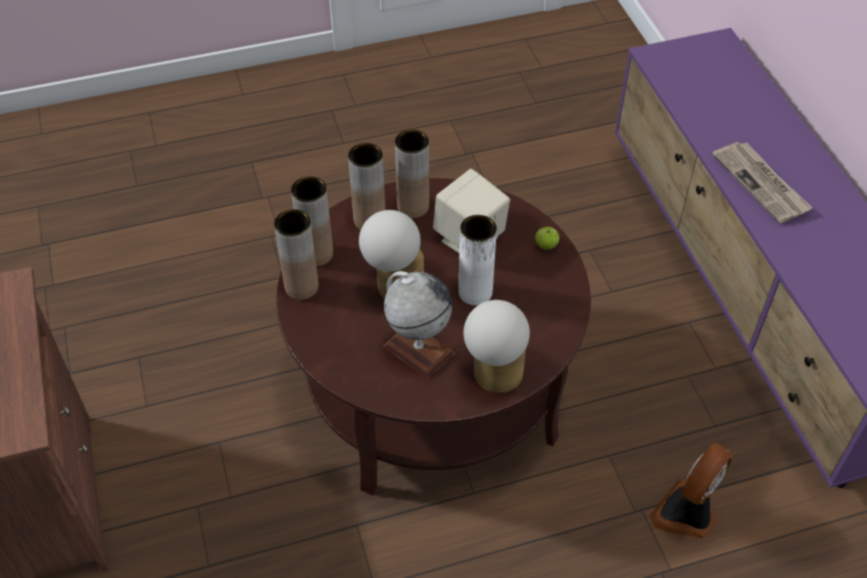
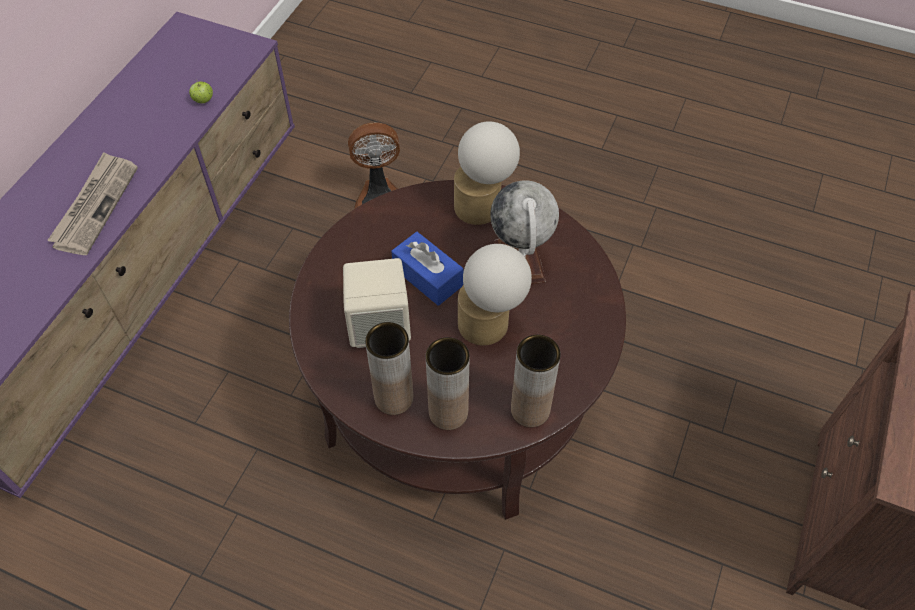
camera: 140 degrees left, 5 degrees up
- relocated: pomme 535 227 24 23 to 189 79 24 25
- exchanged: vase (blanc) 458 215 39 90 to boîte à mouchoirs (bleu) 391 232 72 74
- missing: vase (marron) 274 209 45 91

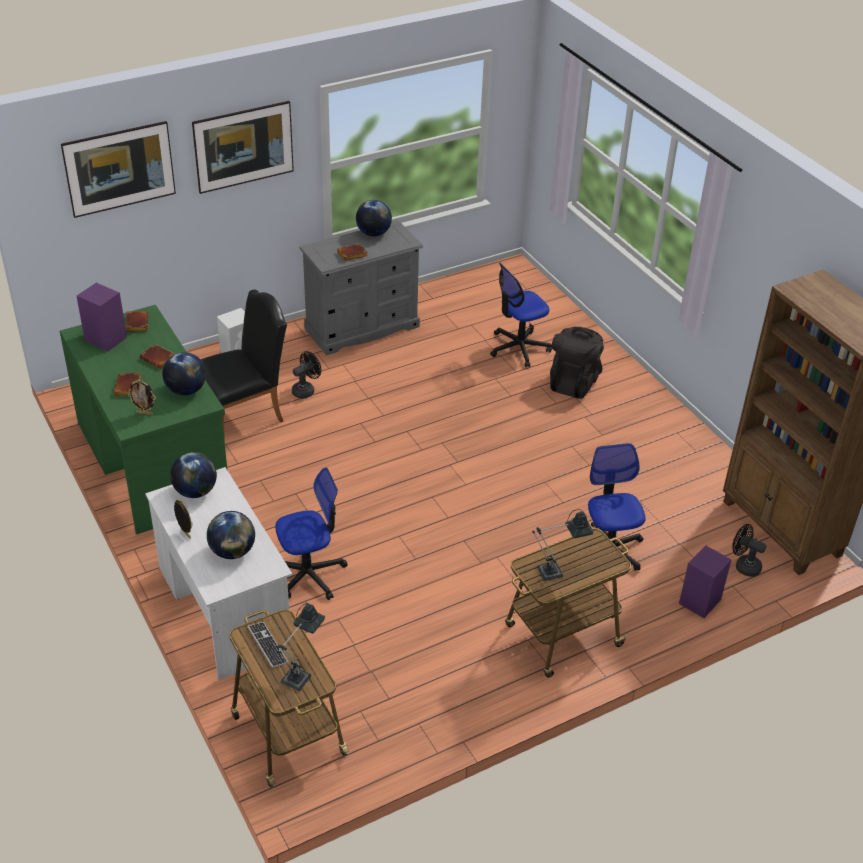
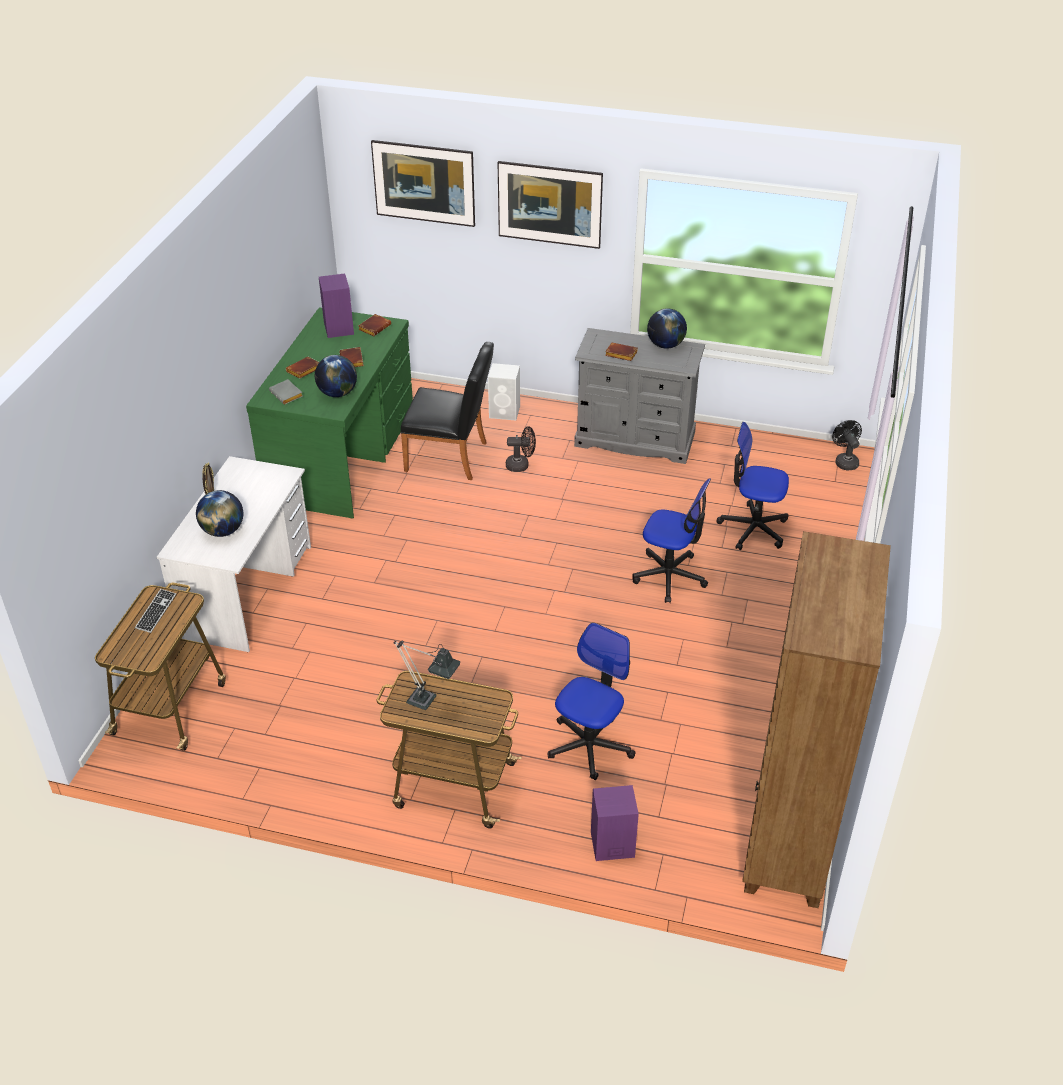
camera: 45 degrees right, 0 degrees up
- exchanged: cadre photo 128 380 28 35 to livre (gris) 269 379 34 26
- relocated: chaise de bureau 275 467 73 133 to 632 478 79 125
- relocated: ventilateur (noir) 733 524 33 53 to 832 420 30 51
- missing: globe 170 452 47 46
- missing: lampe de table 277 603 48 88
- missing: sac à dos (noir) 550 327 54 72

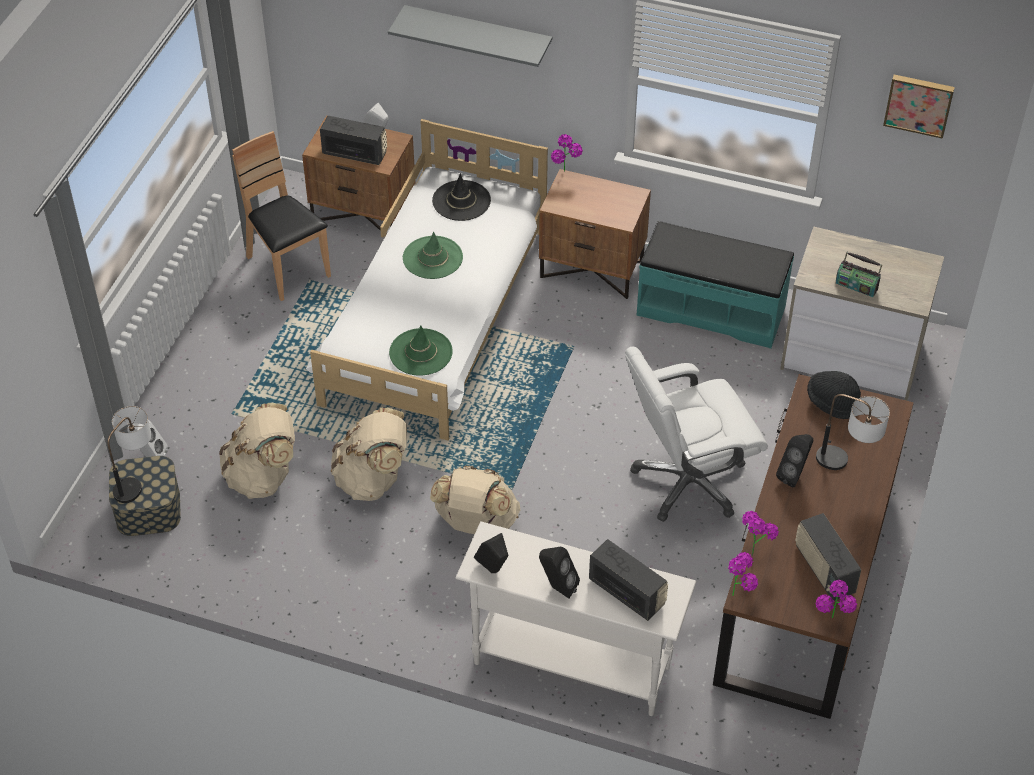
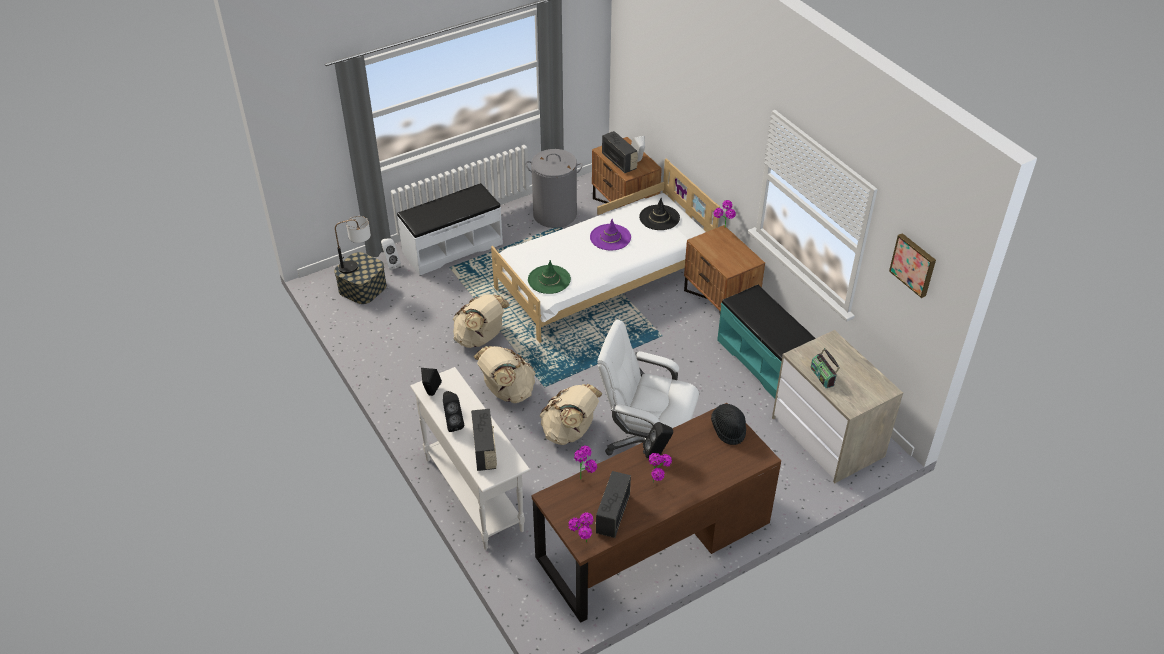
camera: 40 degrees right, 5 degrees down
- appeared: banc (blanc) 397 183 106 92
- exchanged: chaise (marron) 232 131 99 170 to panier à linge (gris) 526 149 57 79
- relocated: sac à dos (beige) 219 403 76 96 to 540 384 63 61
- colour: chapeau (vert) 403 231 60 48 to chapeau (violet) 590 219 41 32
- relocated: plante en pot 728 552 30 44 to 649 453 23 30
- missing: étagère (gris) 388 5 164 62
- missing: lampe de table 816 394 74 76

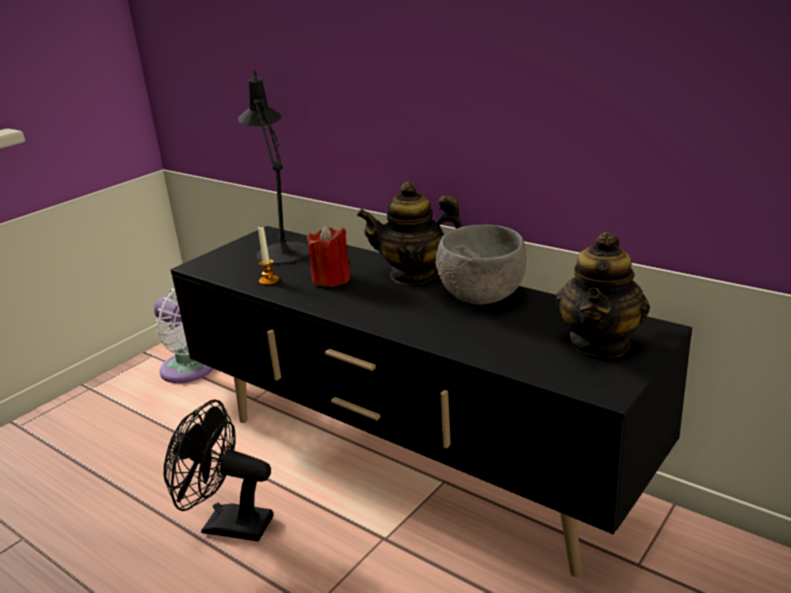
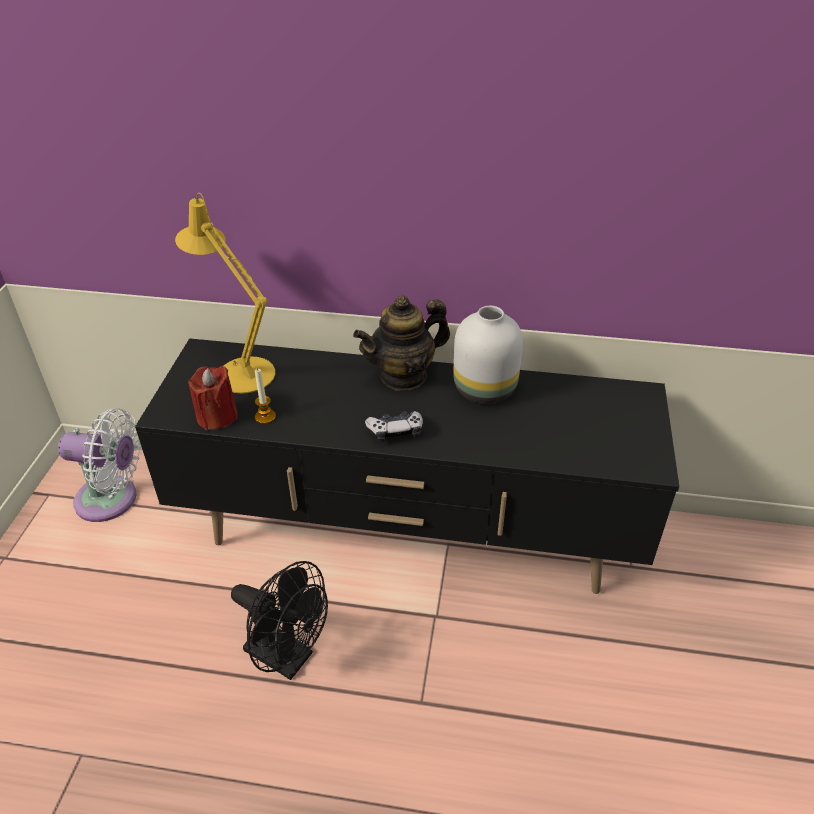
camera: 30 degrees left, 15 degrees up
- colour: lampe de table (noir) 238 69 71 195 to lampe de table (jaune) 175 193 100 201
- relocated: bougie (rouge) 307 225 44 62 to 188 366 50 64
- spun: ventilateur (noir) 164 399 109 142 = 231 561 97 119 135 degrees counterclockwise
- appeared: manette 365 411 58 32
- exchanged: bol (gris) 436 225 91 79 to vase (blanc) 453 306 70 98
- missing: théière 555 232 95 126

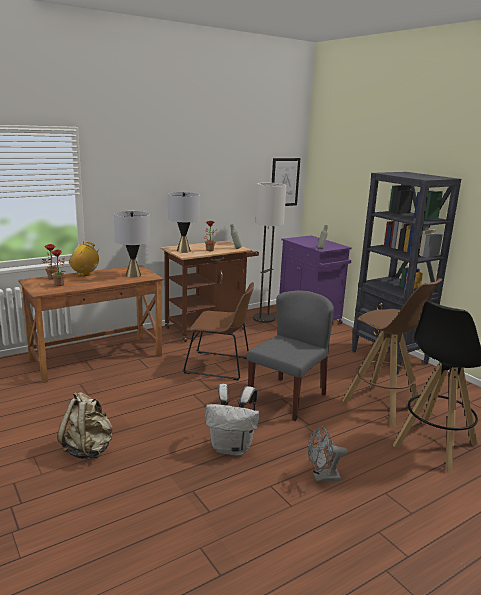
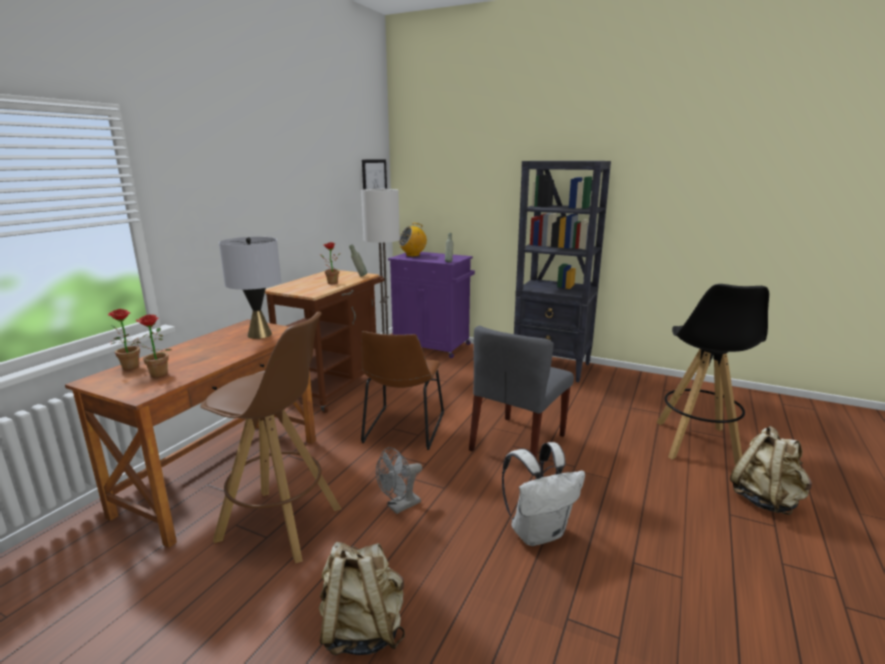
camera: 30 degrees left, 0 degrees up
- relocated: tabouret (marron) 342 278 100 149 to 200 312 141 251
- spun: chaise (marron) 183 282 71 99 = 361 331 83 119 120 degrees clockwise
- relocated: ventilateur (gris) 308 426 40 56 to 376 447 46 67
- relocated: radio 69 241 30 35 to 399 223 28 34
- spun: chaise (gris) 247 290 87 131 = 469 326 105 133 150 degrees counterclockwise
- appeared: sac à dos (beige) 730 426 82 89
- missing: lampe de table (gris) 168 192 32 61

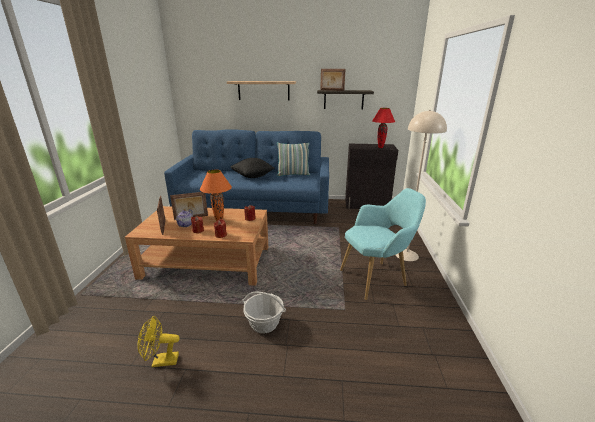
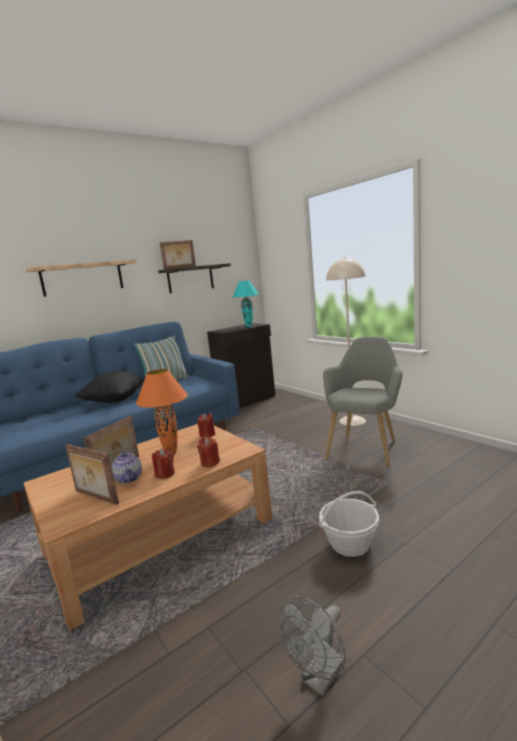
camera: 40 degrees left, 10 degrees down
- colour: lampe de table (rouge) 372 108 23 40 to lampe de table (turquoise) 233 280 26 47
- colour: ventilateur (jaune) 137 316 42 51 to ventilateur (gris) 279 596 66 100
- colour: fauteuil (turquoise) 340 188 86 112 to fauteuil (gris) 323 337 80 130

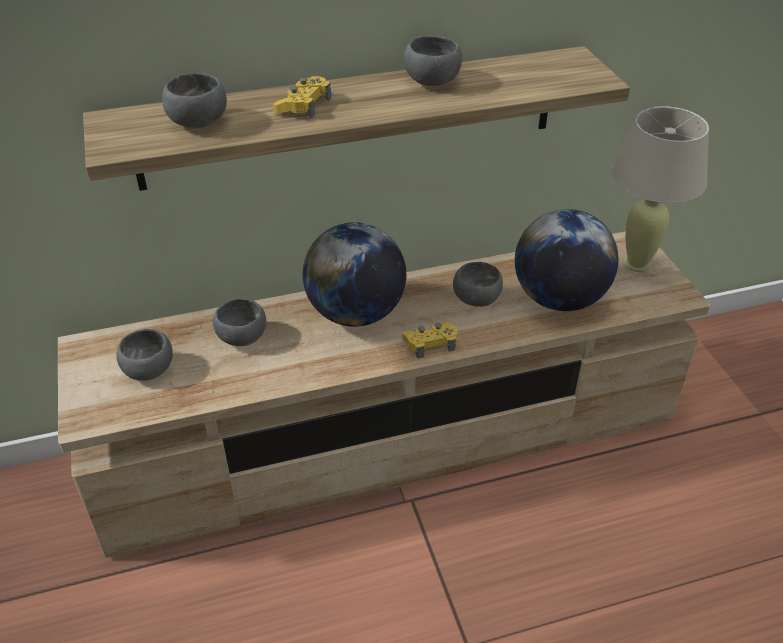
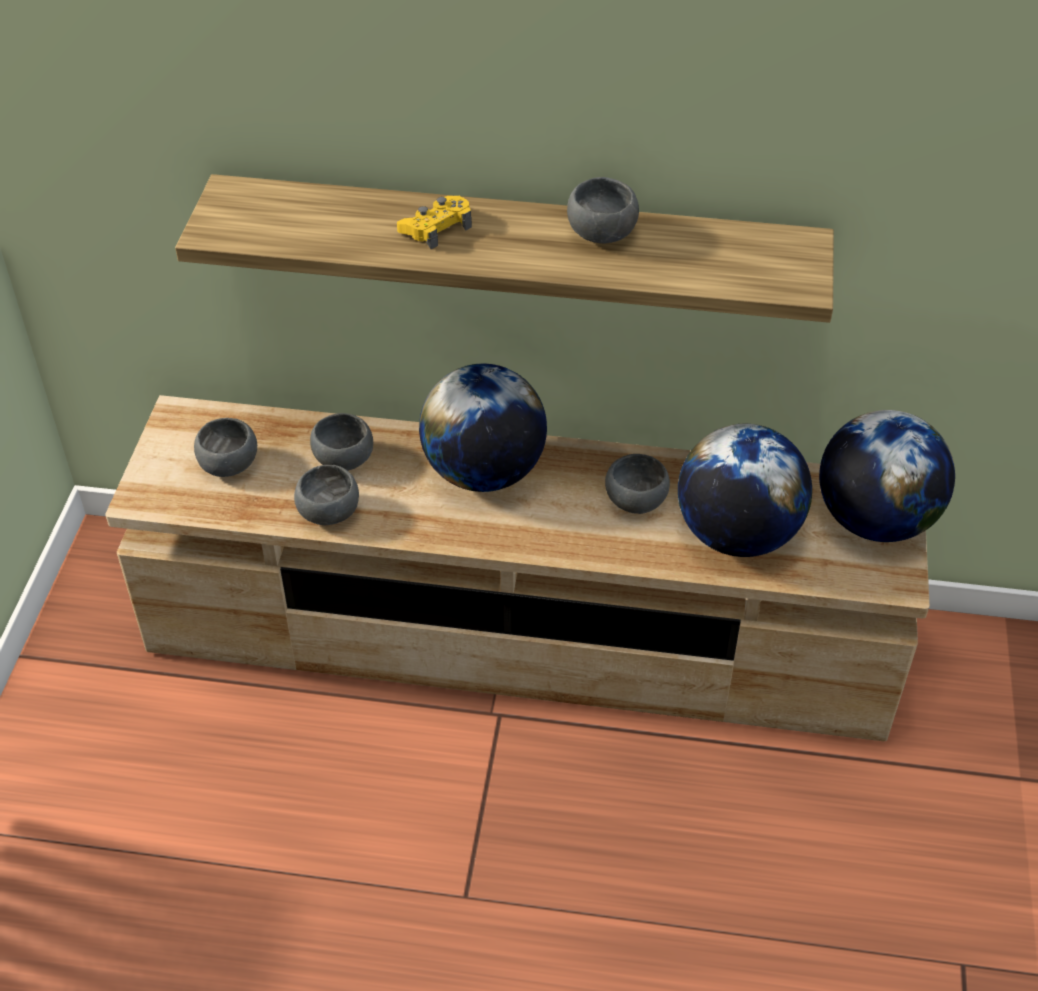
camera: 25 degrees right, 5 degrees up
- relocated: bol (gris) 162 73 65 55 to 294 465 65 60
- exchanged: lampe de table (beige) 611 106 98 166 to globe 819 410 136 132
- missing: manette (jaune) 403 322 54 37

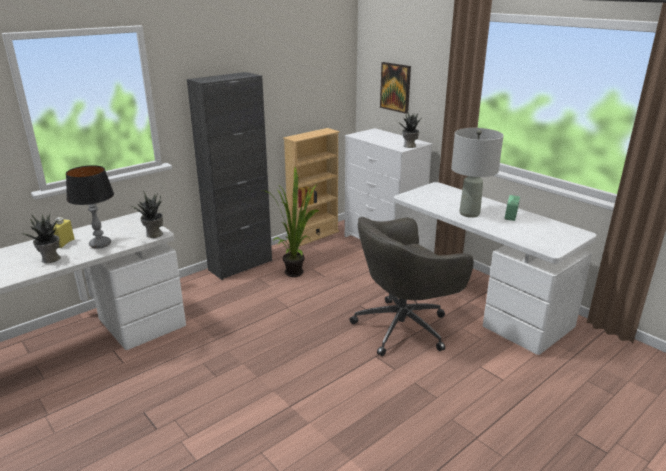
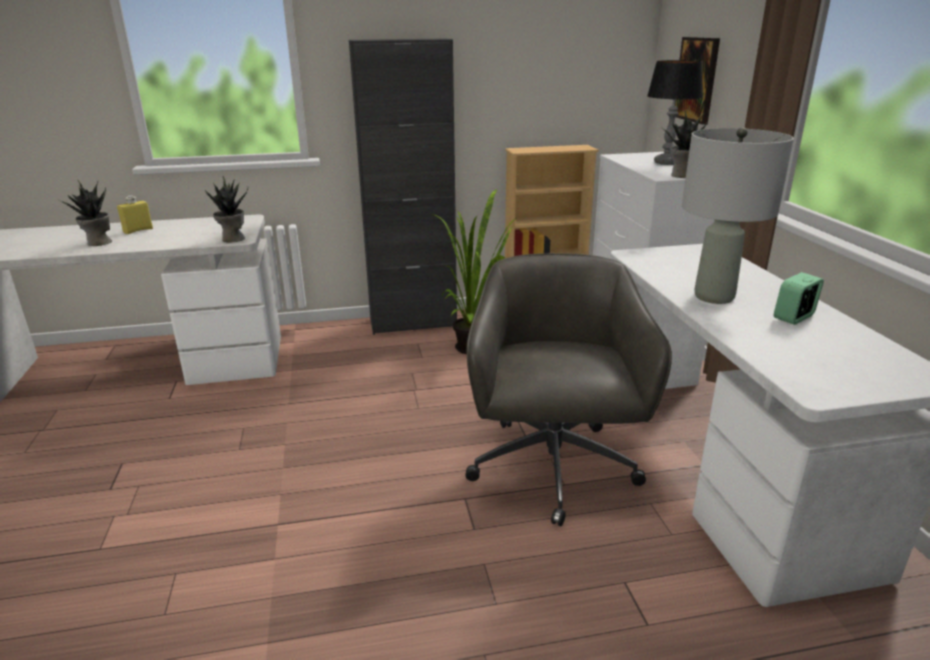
camera: 30 degrees right, 0 degrees up
- spun: chaise de bureau (gris) 350 217 124 139 = 465 253 207 273 90 degrees clockwise
- relocated: lampe de table 66 165 48 84 to 647 60 56 105

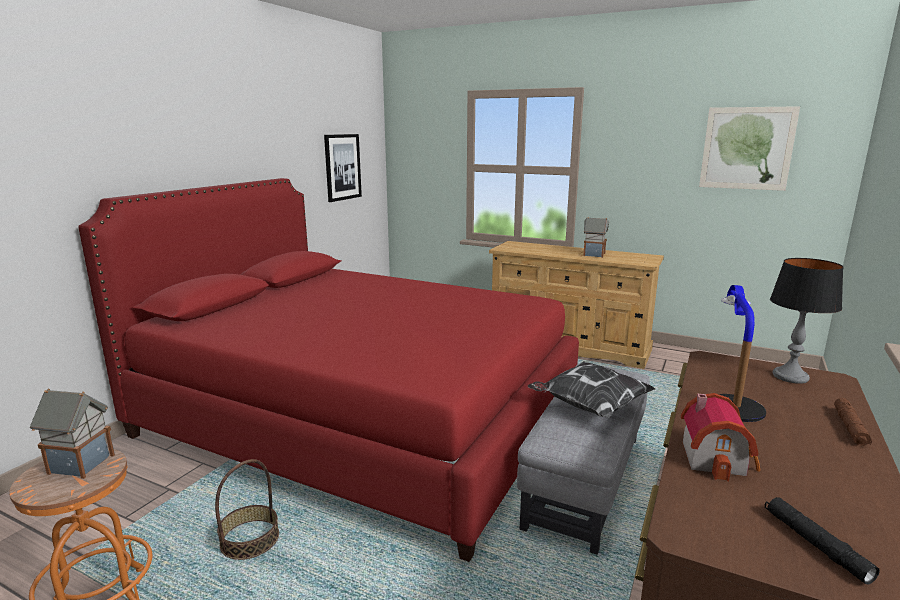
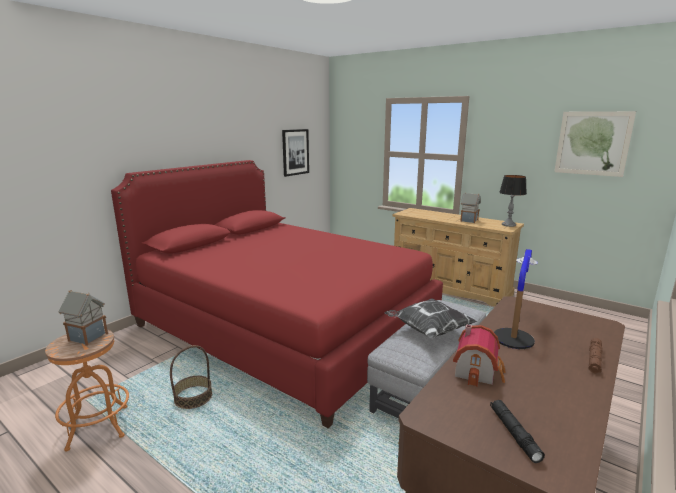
camera: 10 degrees right, 0 degrees up
- relocated: lampe de table 770 258 74 126 to 499 175 28 52

